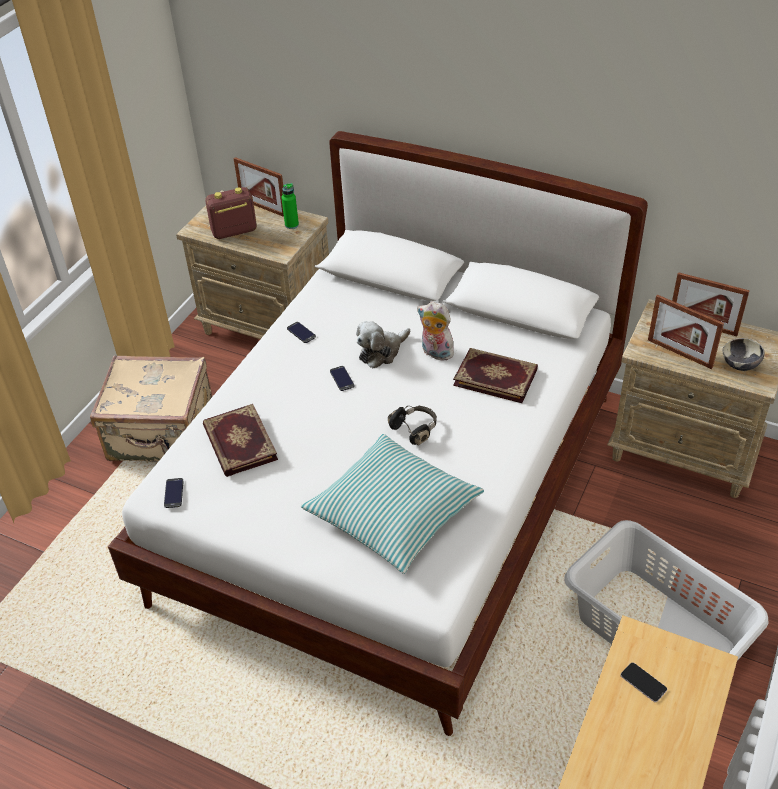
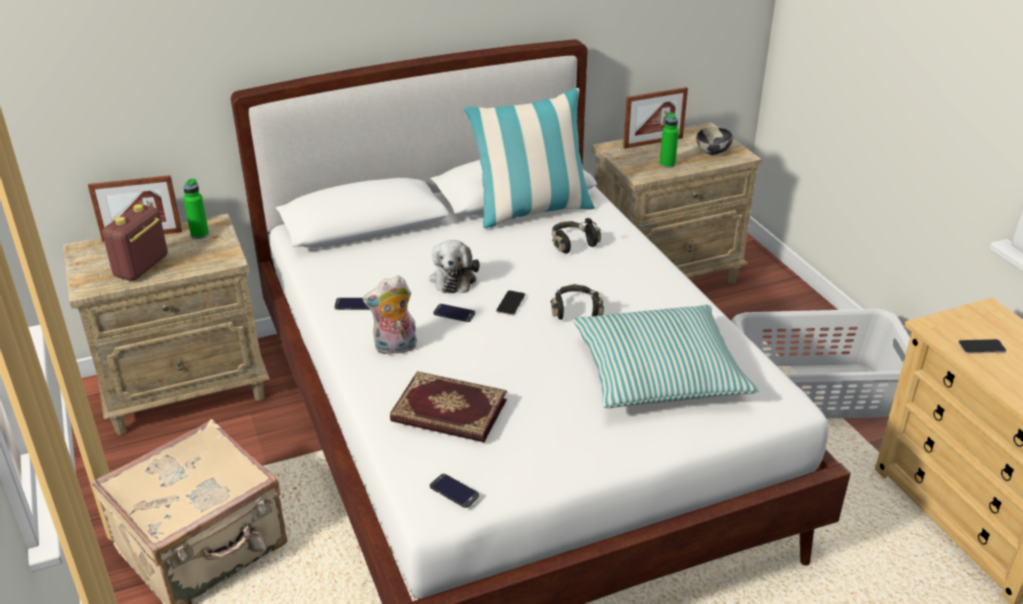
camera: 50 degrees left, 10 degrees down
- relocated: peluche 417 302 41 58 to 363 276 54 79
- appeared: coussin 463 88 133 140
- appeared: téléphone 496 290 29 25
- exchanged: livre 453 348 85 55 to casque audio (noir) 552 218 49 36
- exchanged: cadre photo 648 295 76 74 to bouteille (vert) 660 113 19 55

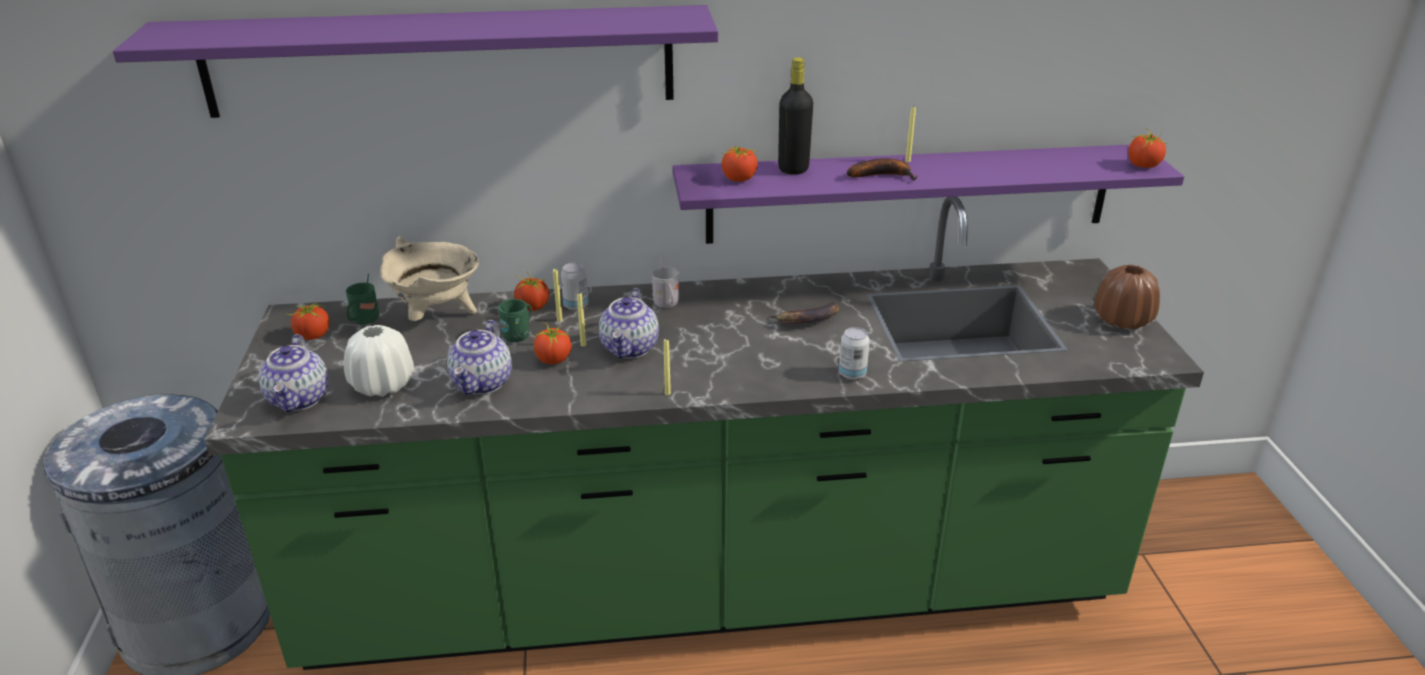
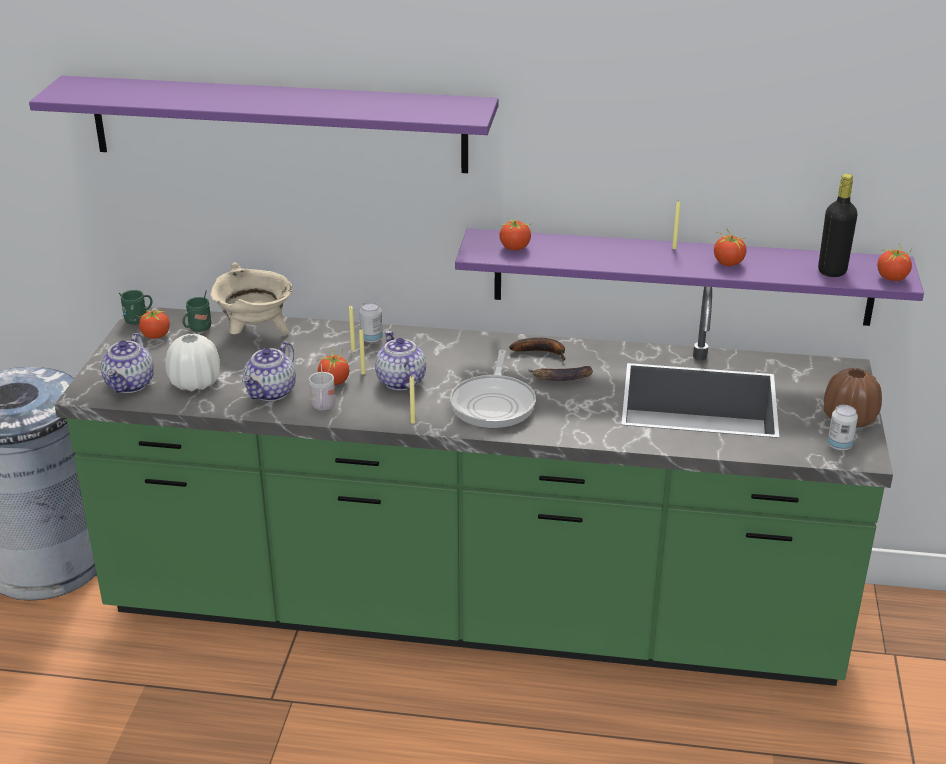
camera: 15 degrees right, 0 degrees up
- relocated: mug (vert) 498 299 34 43 to 119 290 33 35
- relocated: mug (blanc) 652 258 27 50 to 309 363 26 48
- spun: théière 599 288 60 70 = 375 330 51 61 135 degrees clockwise
- appeared: poêle 450 350 86 78
- relocated: banane 847 158 70 23 to 509 338 56 23
- relocated: tomate 514 271 35 40 to 714 230 32 36
- relocated: bouteille (noir) 778 57 35 118 to 818 174 39 103
- relocated: boîte métallique 839 327 31 53 to 827 405 31 46

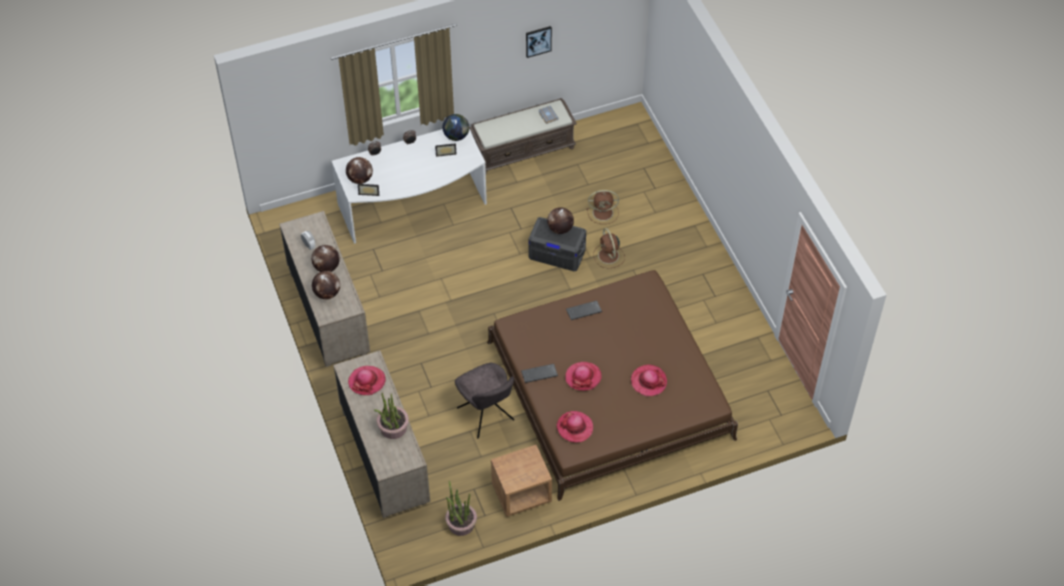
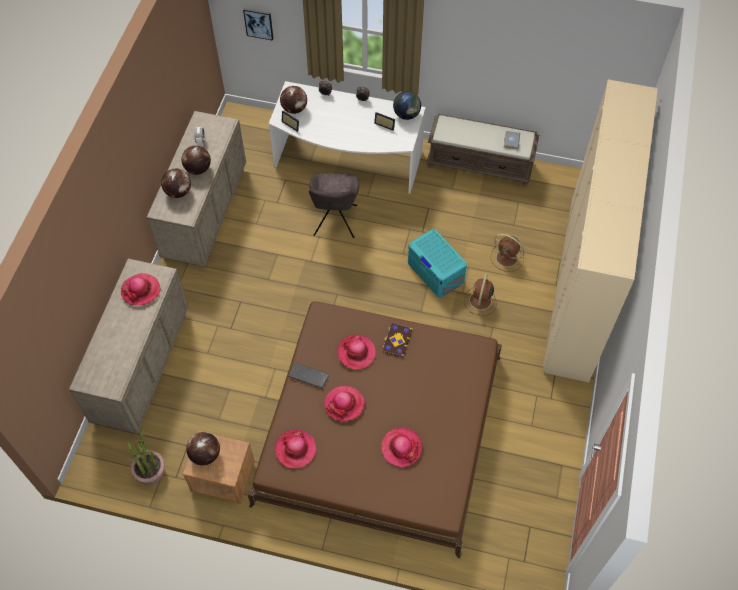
camera: 35 degrees right, 5 degrees up
- relocated: globe 547 207 27 27 to 186 432 34 33
- relocated: tableau 526 26 26 32 to 243 8 30 33
- relocated: chaise (gris) 455 363 60 76 to 309 173 50 65
- appeared: chapeau 337 335 40 35
- exchanged: clavier 566 301 36 19 to livre 383 323 30 34
- colour: boîte de rangement (gris) 528 217 58 54 to boîte de rangement (turquoise) 408 229 59 69
- appeared: armoire (beige) 543 79 115 303
- missing: plante en pot 374 392 35 47

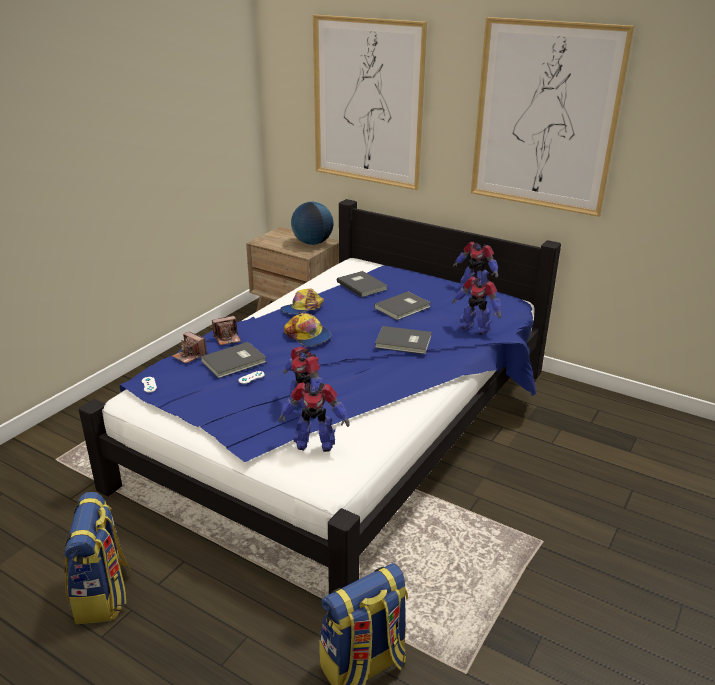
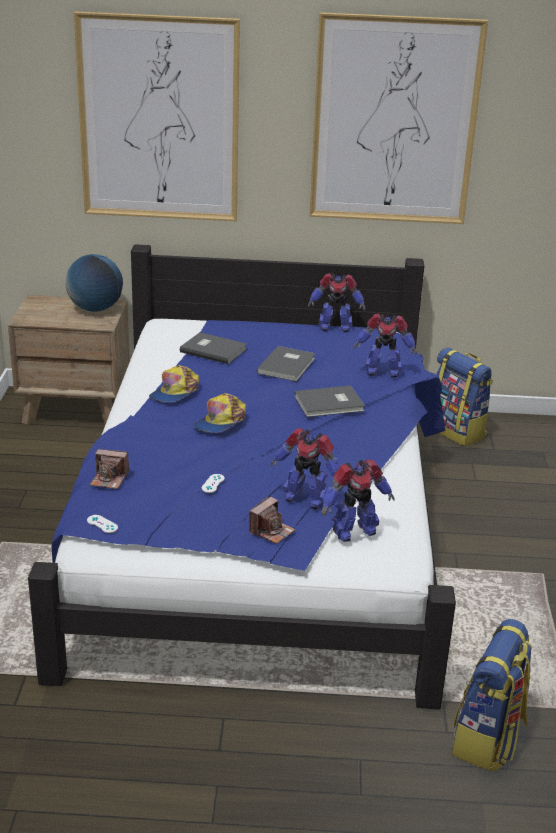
camera: 30 degrees left, 0 degrees up
- spun: casquette 284 313 47 34 = 193 393 53 40 105 degrees clockwise
- relocated: appareil photo 212 315 29 30 to 249 496 47 48
- relocated: sac à dos 64 492 67 132 to 436 348 57 98
- missing: livre (gris) 201 342 66 36

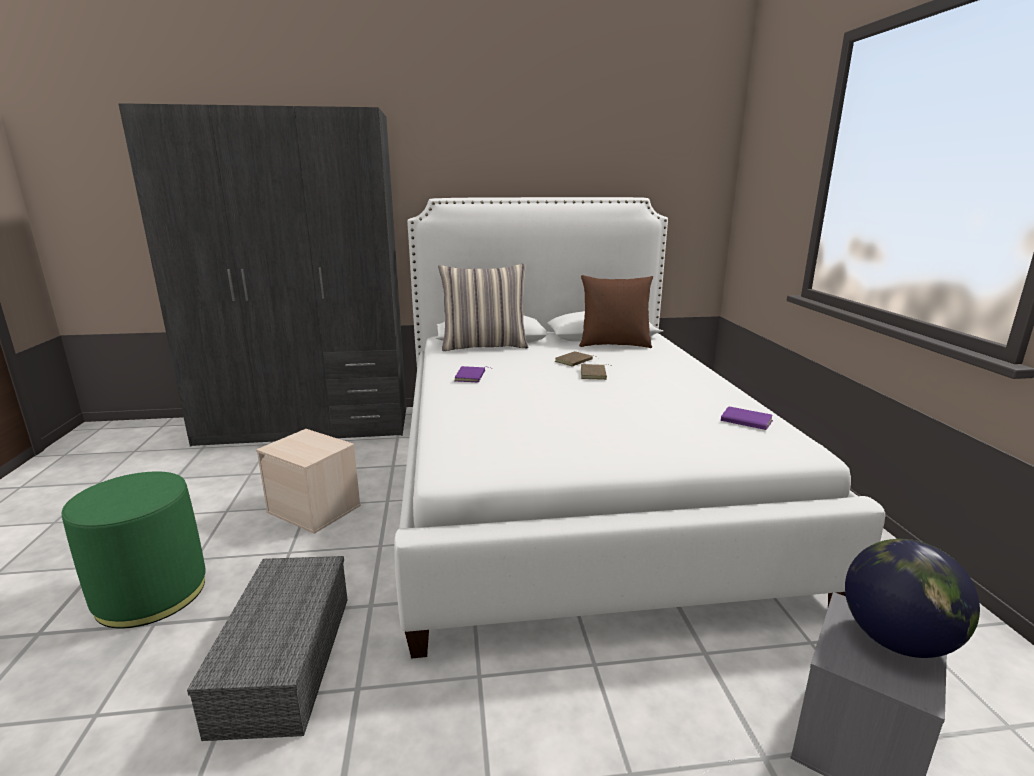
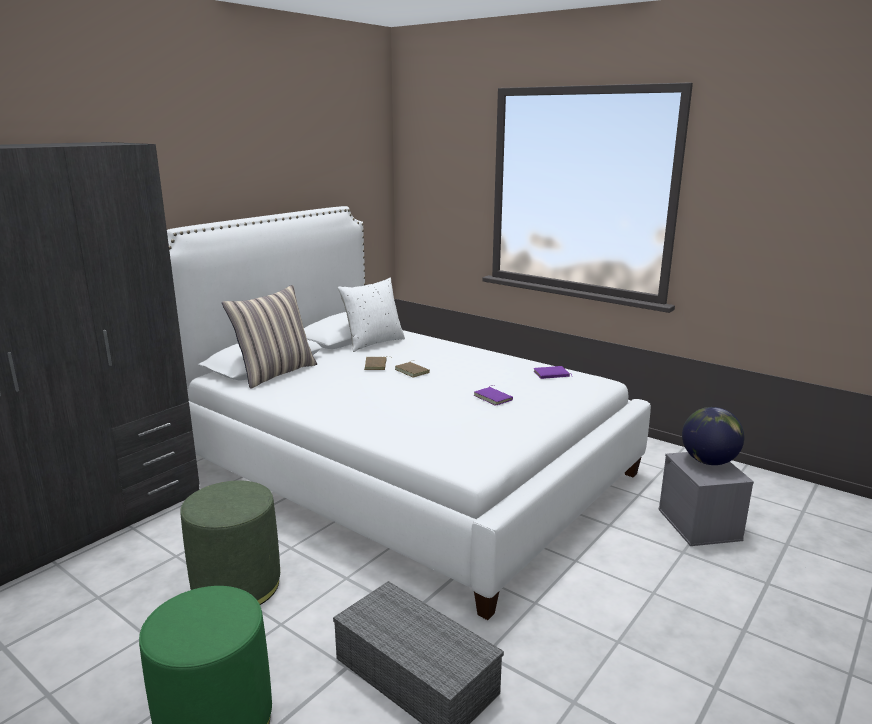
camera: 45 degrees left, 0 degrees up
- exchanged: boîte de rangement (beige) 256 429 105 105 to pouf (vert) 181 481 99 124
- colour: coussin (marron) 579 275 74 73 to coussin (blanc) 338 278 67 74
- relocated: livre (violet) 454 366 36 17 to 474 386 39 20

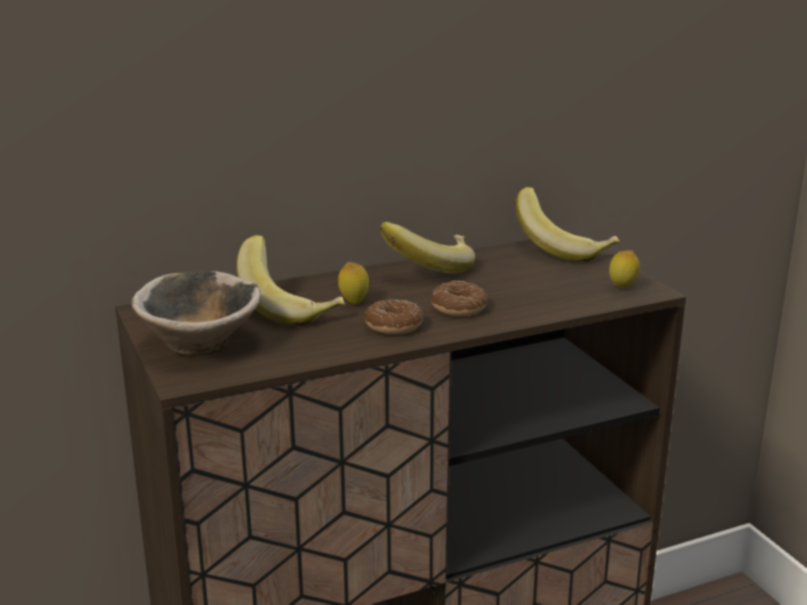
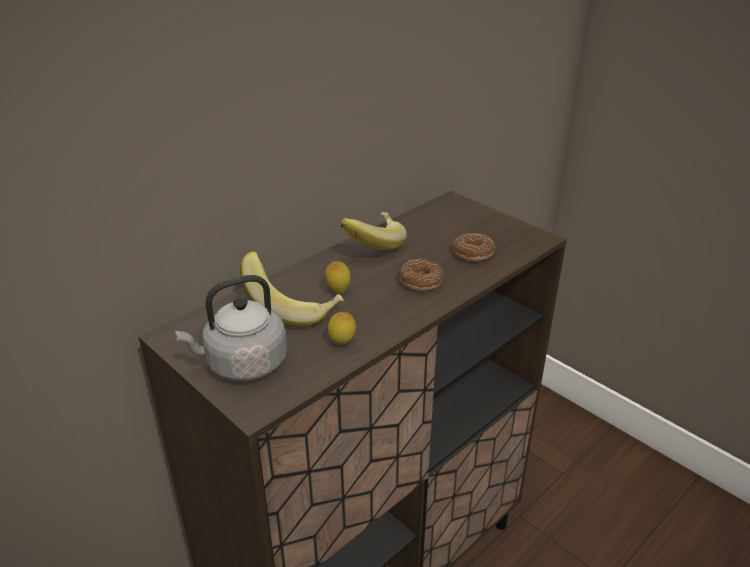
camera: 20 degrees left, 10 degrees up
- exchanged: bol 131 271 130 84 to bouilloire (gris) 174 275 113 106
- relocated: citron 609 250 31 38 to 328 312 28 33
- relocated: beignet 364 299 59 36 to 452 234 44 27
- missing: banane 515 187 105 75

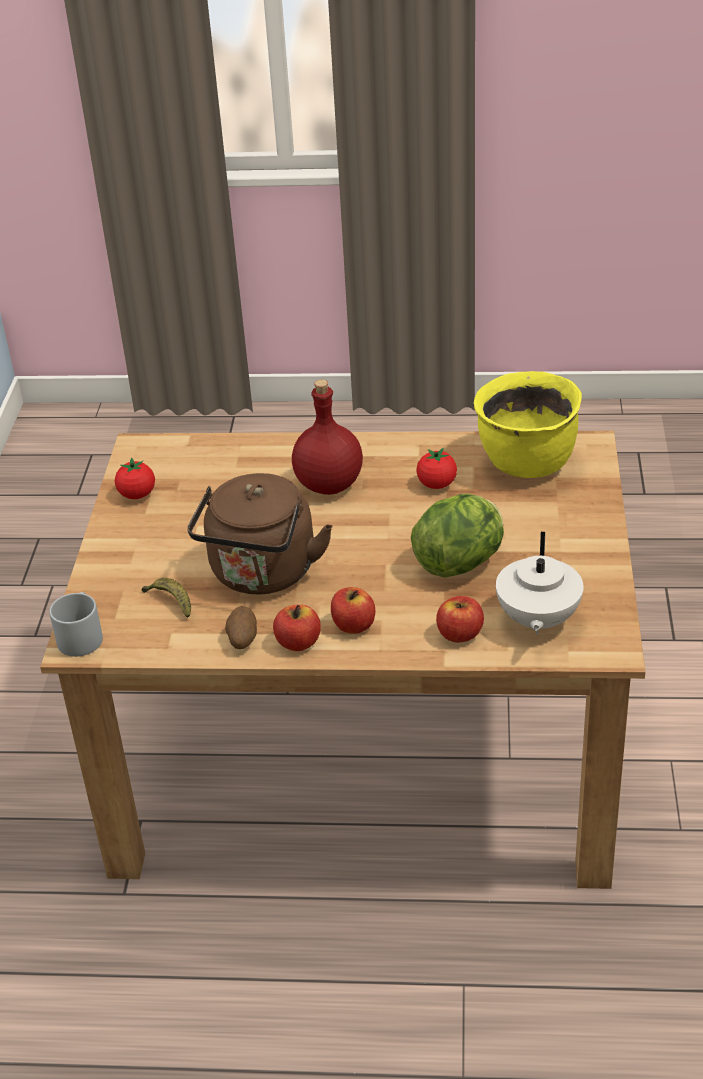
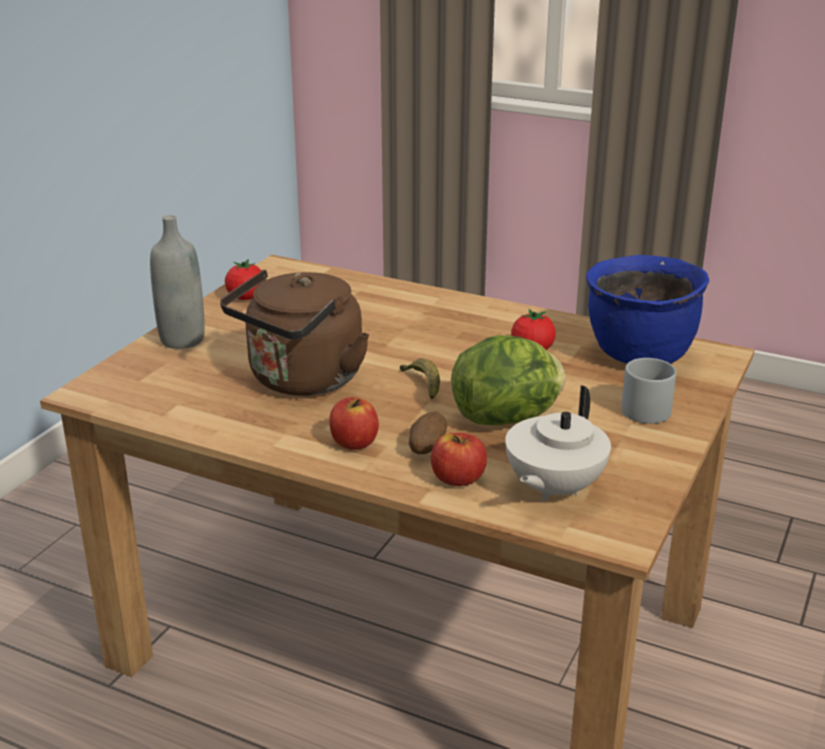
camera: 20 degrees right, 10 degrees down
- appeared: bouteille (gris) 150 215 55 134
- relocated: banane 141 578 50 40 to 400 358 40 41
- relocated: pomme de terre 225 606 32 43 to 409 412 38 42
- colour: marmite (jaune) 474 371 108 107 to marmite (bleu) 586 255 123 108
- relocated: mug (gris) 49 592 54 65 to 621 358 55 66
- missing: pomme 273 605 48 46
- missing: bouteille (rouge) 292 380 71 115

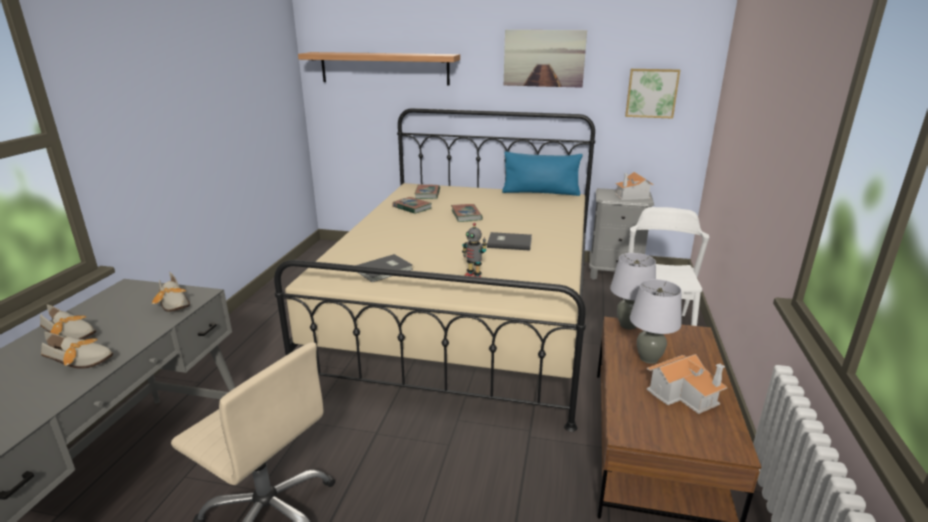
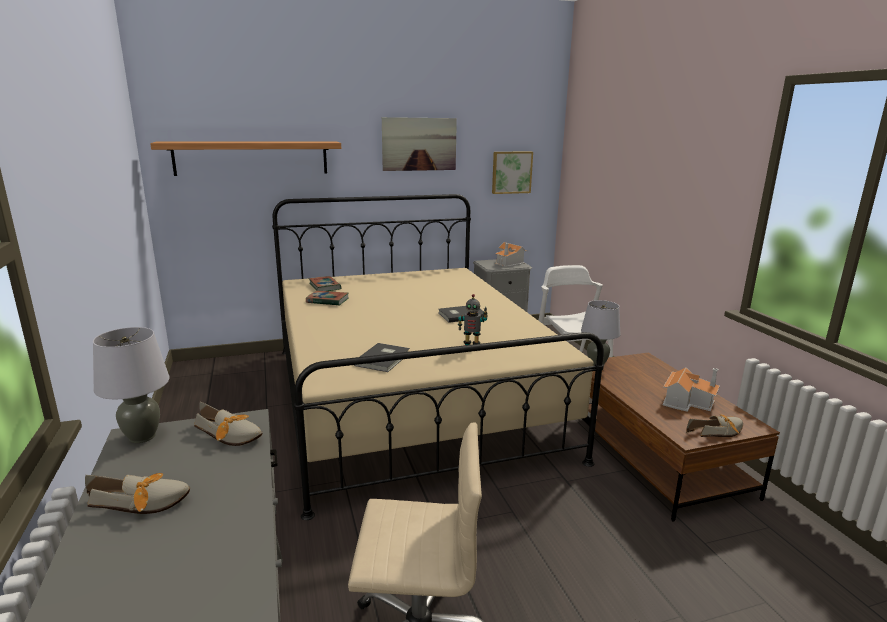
camera: 30 degrees left, 5 degrees down
- relocated: lampe de table (gris) 630 279 52 85 to 93 327 76 116
- relocated: chaussure 41 332 72 37 to 686 414 57 23
- missing: livre 451 204 32 18
- missing: coussin (bleu) 502 151 81 45

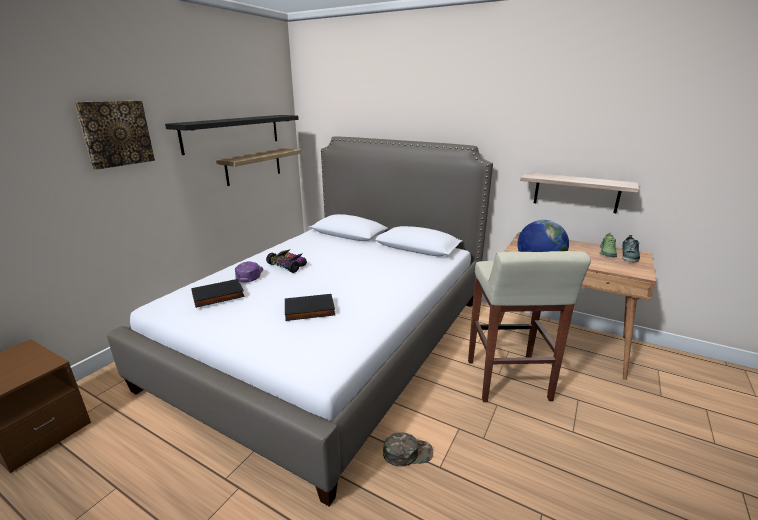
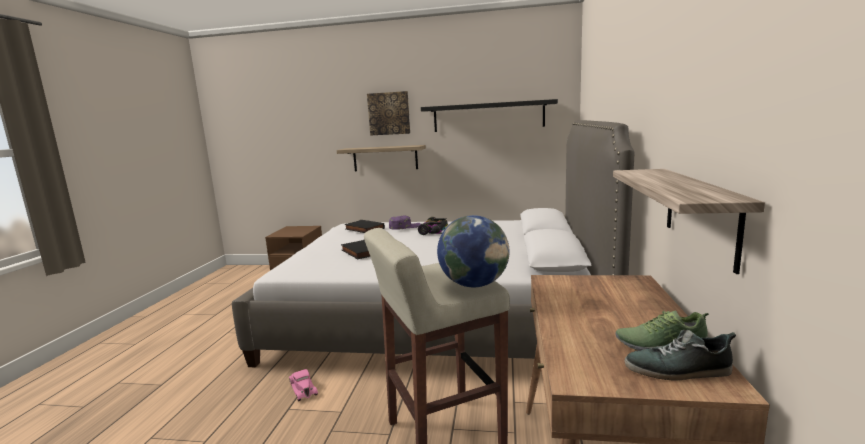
camera: 70 degrees right, 10 degrees down
- exchanged: casquette (vert) 383 432 50 35 to petite voiture (rose) 289 369 29 32
- relocated: étagère 215 148 87 38 to 337 145 89 26

